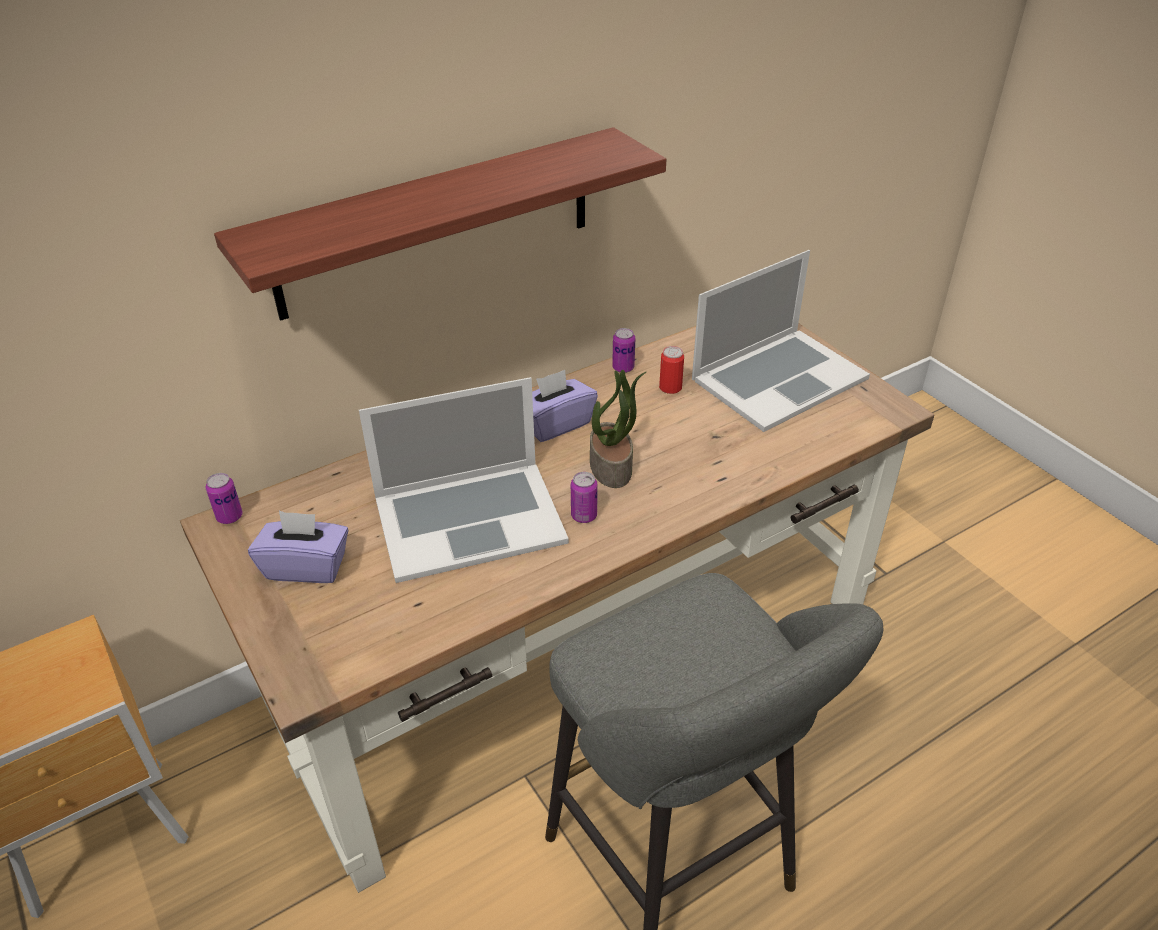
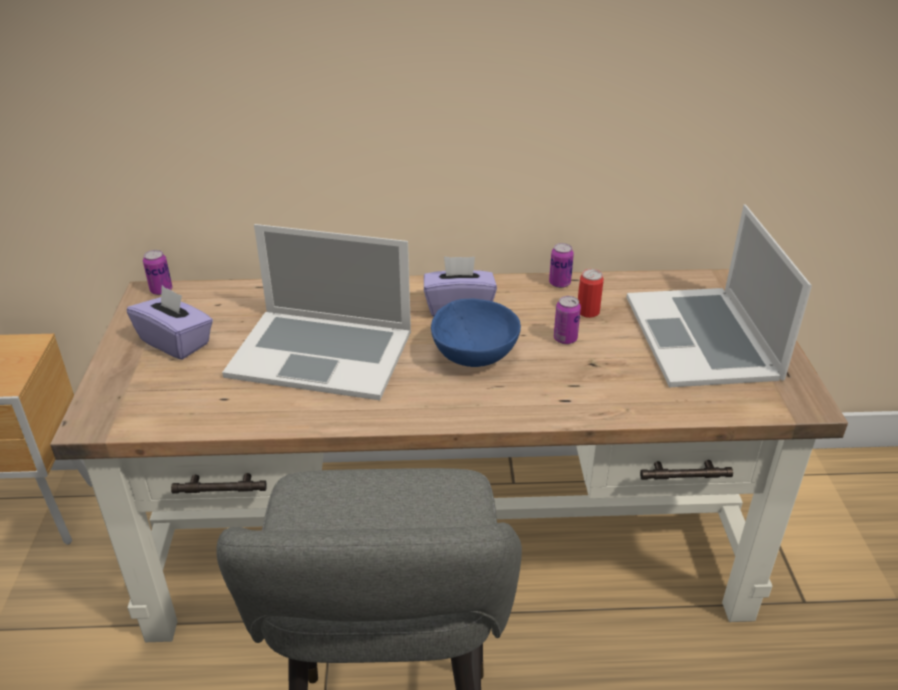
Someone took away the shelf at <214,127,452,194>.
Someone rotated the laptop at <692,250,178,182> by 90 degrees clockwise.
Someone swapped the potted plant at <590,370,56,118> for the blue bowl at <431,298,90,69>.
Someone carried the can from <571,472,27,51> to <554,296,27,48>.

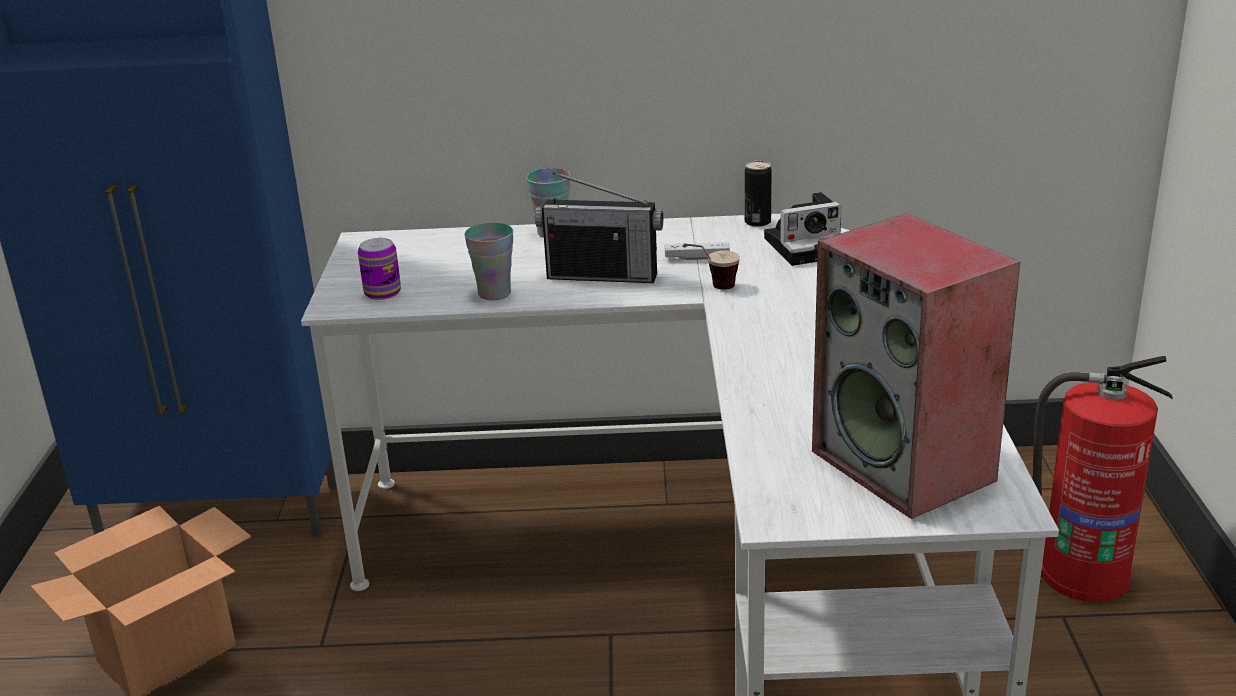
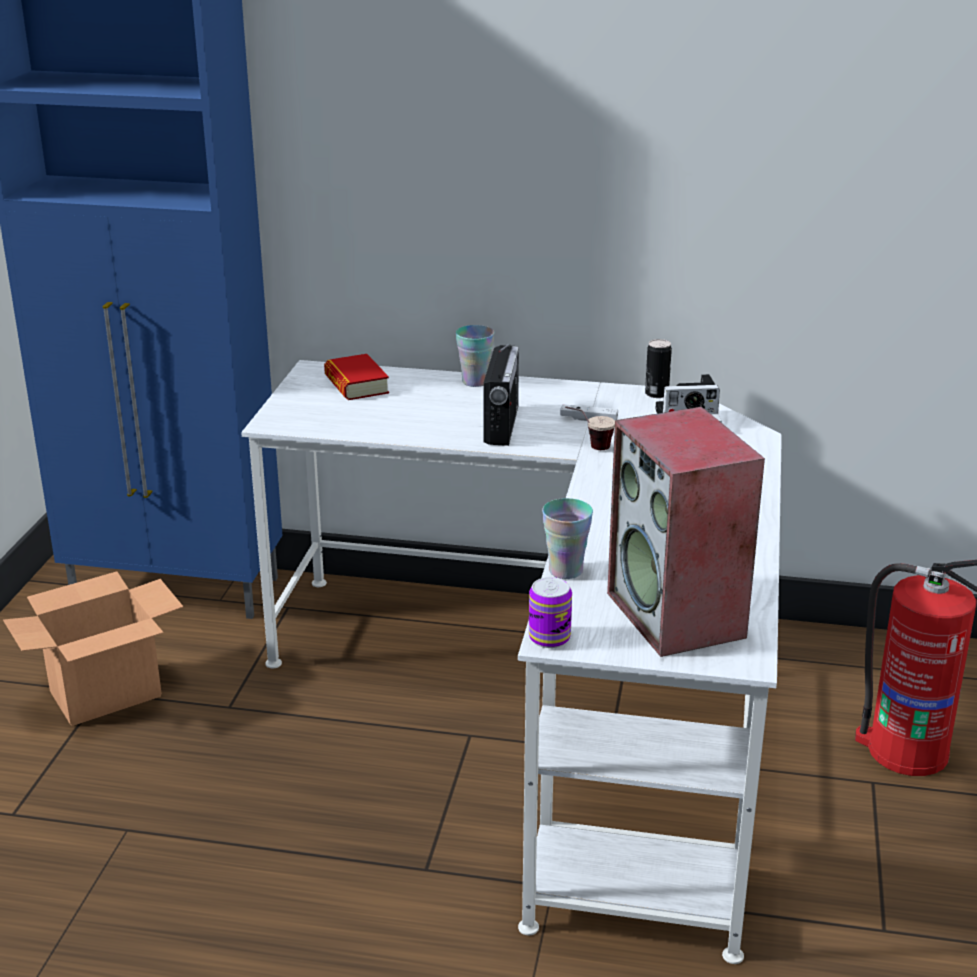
Someone rotated the radio at <535,172,128,111> by 105 degrees counterclockwise.
Someone carried the cup from <464,223,49,77> to <542,498,51,81>.
Someone carried the can from <358,238,43,62> to <529,577,43,71>.
Someone put down the book at <324,354,65,46>.

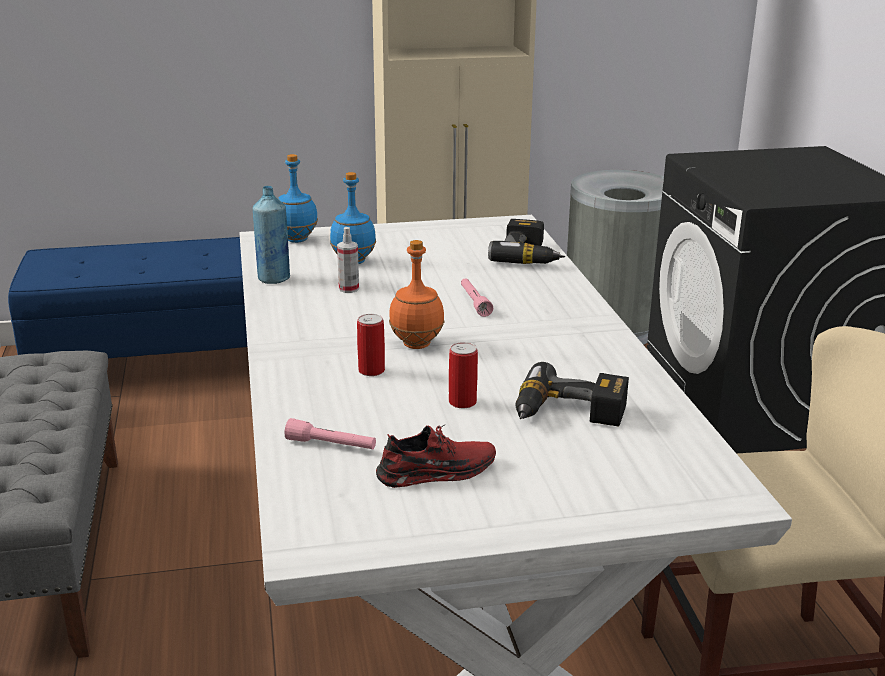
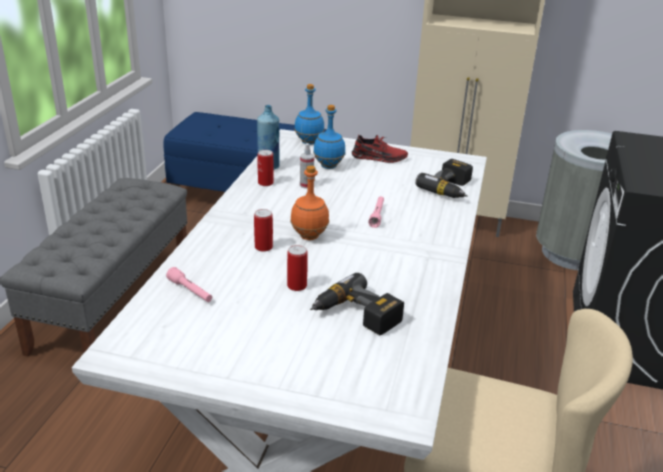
Someone carried the red shoe from <376,425,120,63> to <352,134,56,29>.
Someone put down the can at <258,150,16,36>.

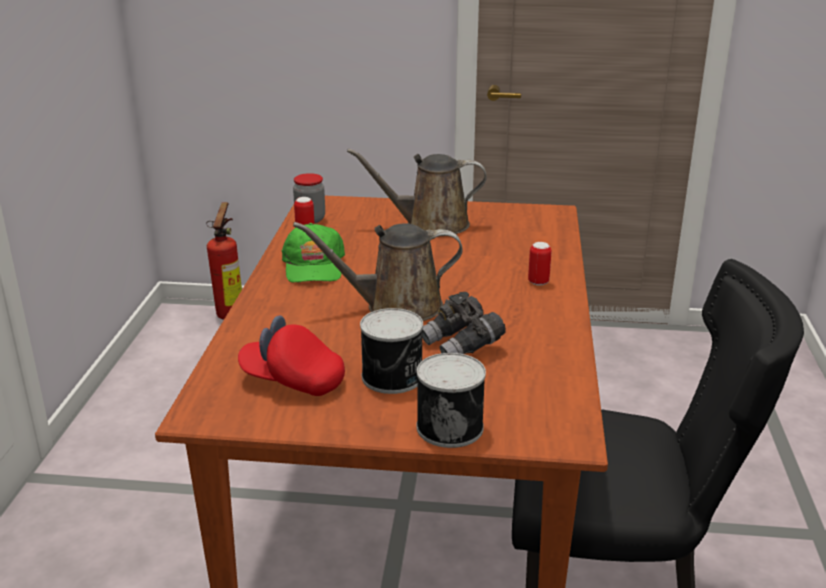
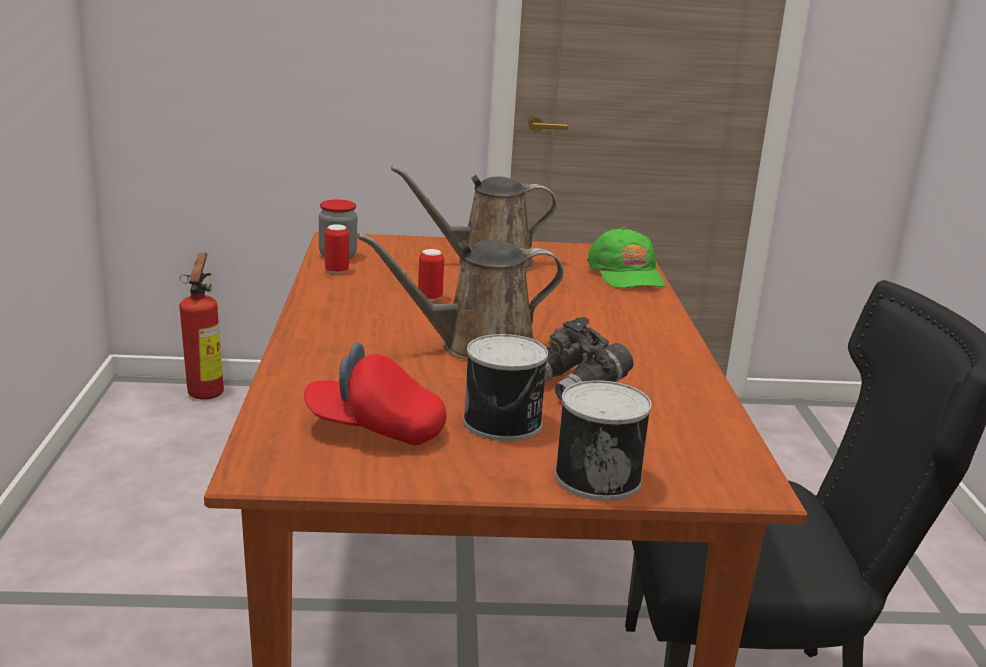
Someone carried the green cap from <281,223,64,60> to <587,227,78,61>.
Someone carried the can from <528,242,24,44> to <418,249,26,52>.

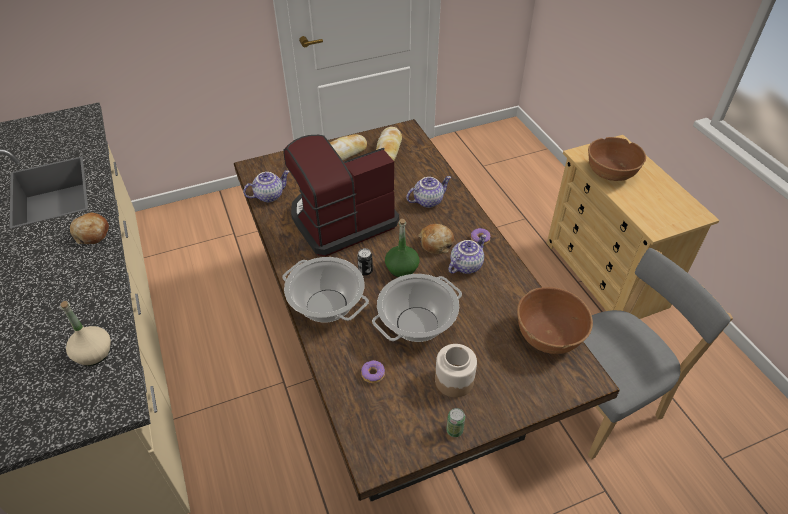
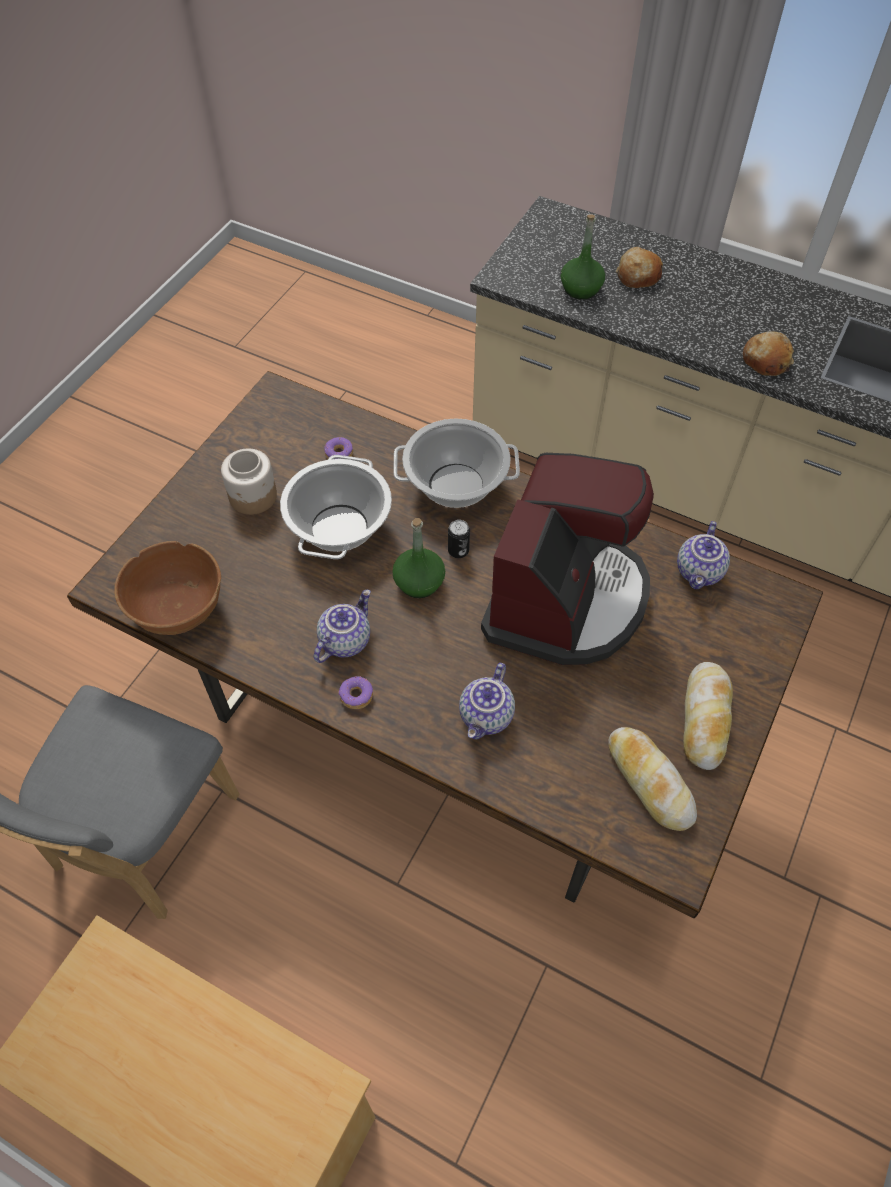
Someone took away the brown bowl at <588,137,58,44>.
Someone carried the bread from <418,224,36,30> to <616,247,47,41>.
Someone rotated the teapot at <448,234,39,40> by 150 degrees counterclockwise.
Someone repainted the beige bottle at <60,301,51,65>, which became the green bottle at <561,214,44,86>.
Someone took away the can at <446,408,19,29>.

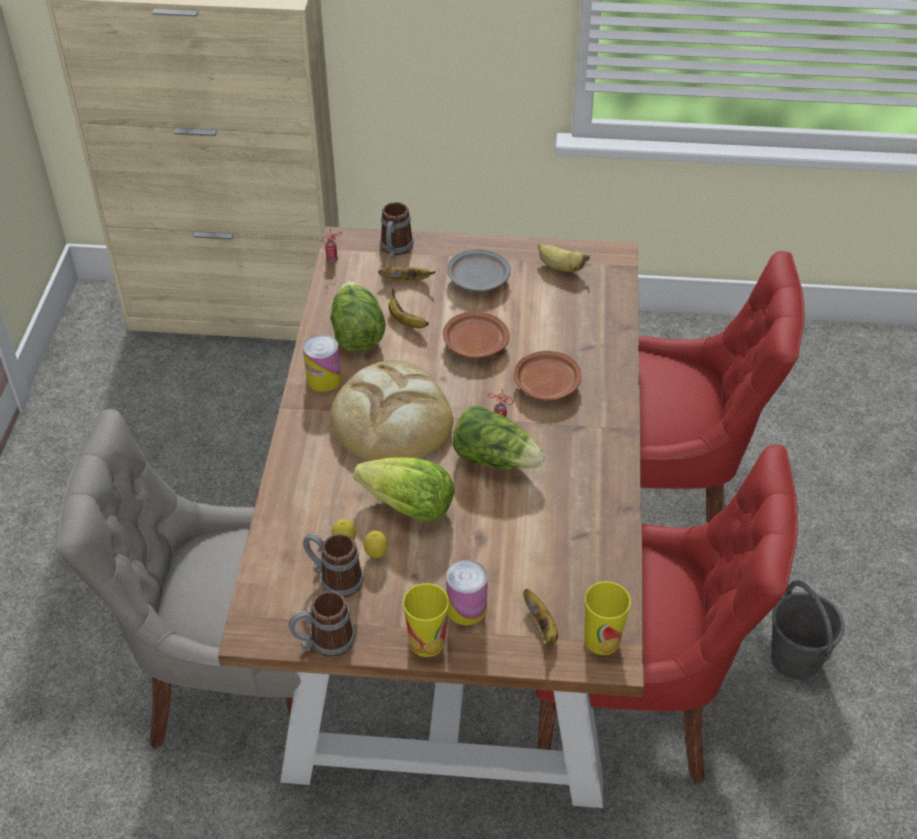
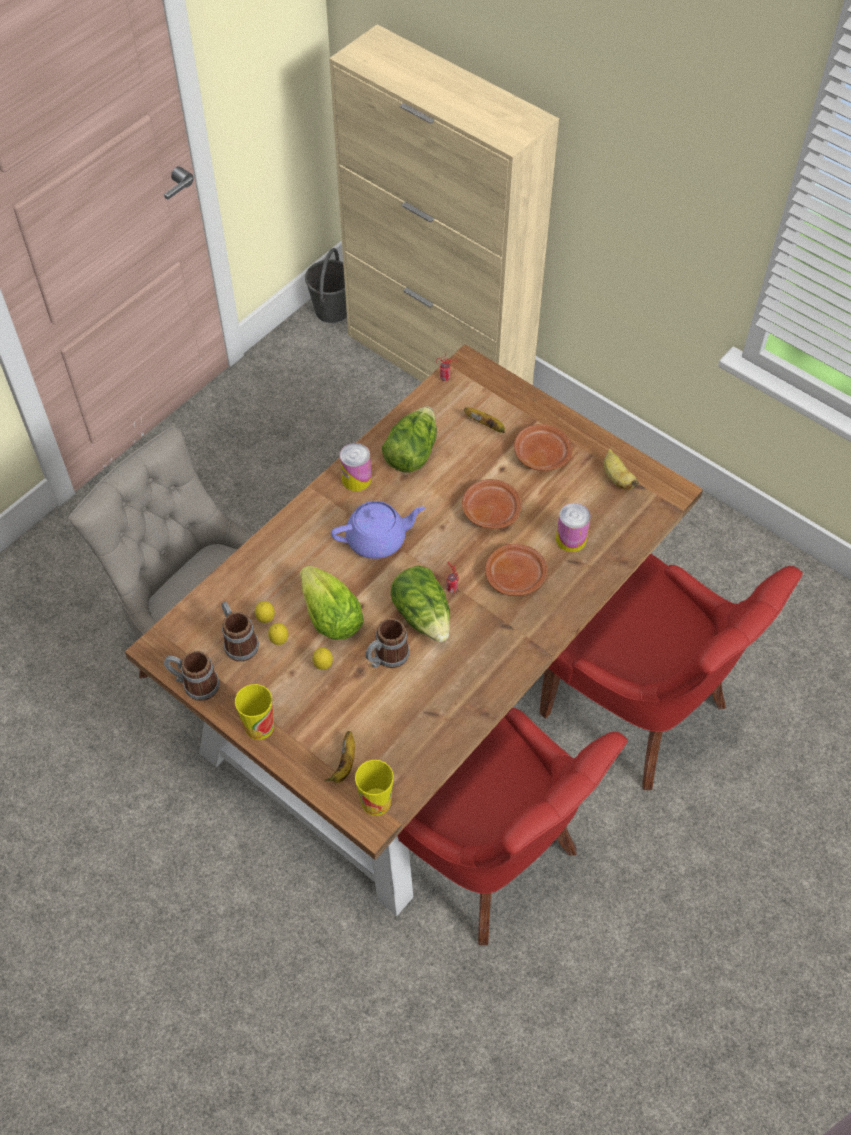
Someone carried the mug from <380,202,33,56> to <365,618,45,50>.
Someone repainted the grey plate at <447,249,64,43>, which became the brown plate at <514,424,59,47>.
Someone took away the banana at <389,289,40,39>.
Someone swapped the bread at <330,360,123,101> for the purple teapot at <331,501,94,58>.
Someone carried the can from <446,560,42,65> to <556,503,35,49>.
Someone carried the grey bucket from <771,580,74,100> to <305,248,42,75>.
Someone put down the lemon at <313,648,20,22>.

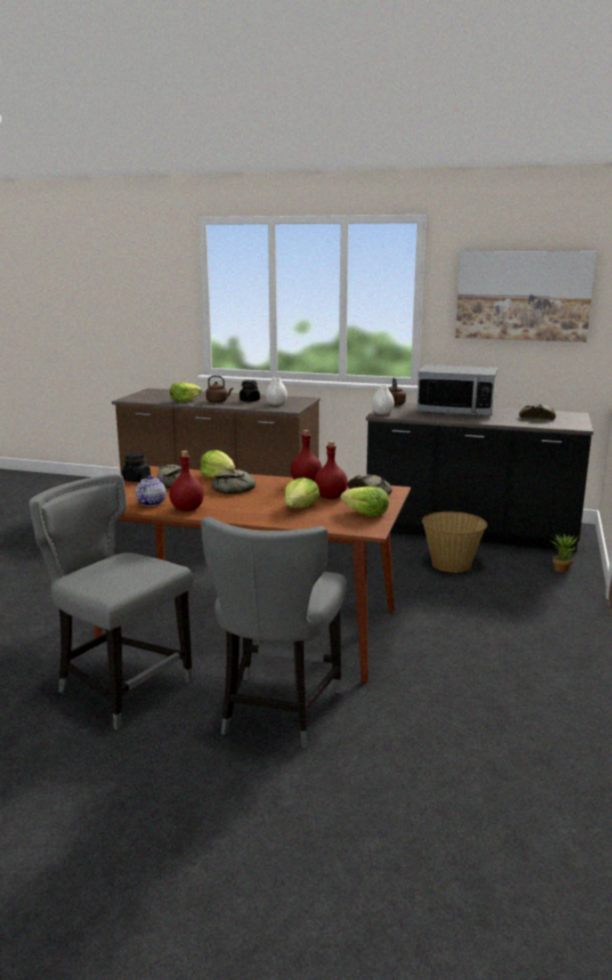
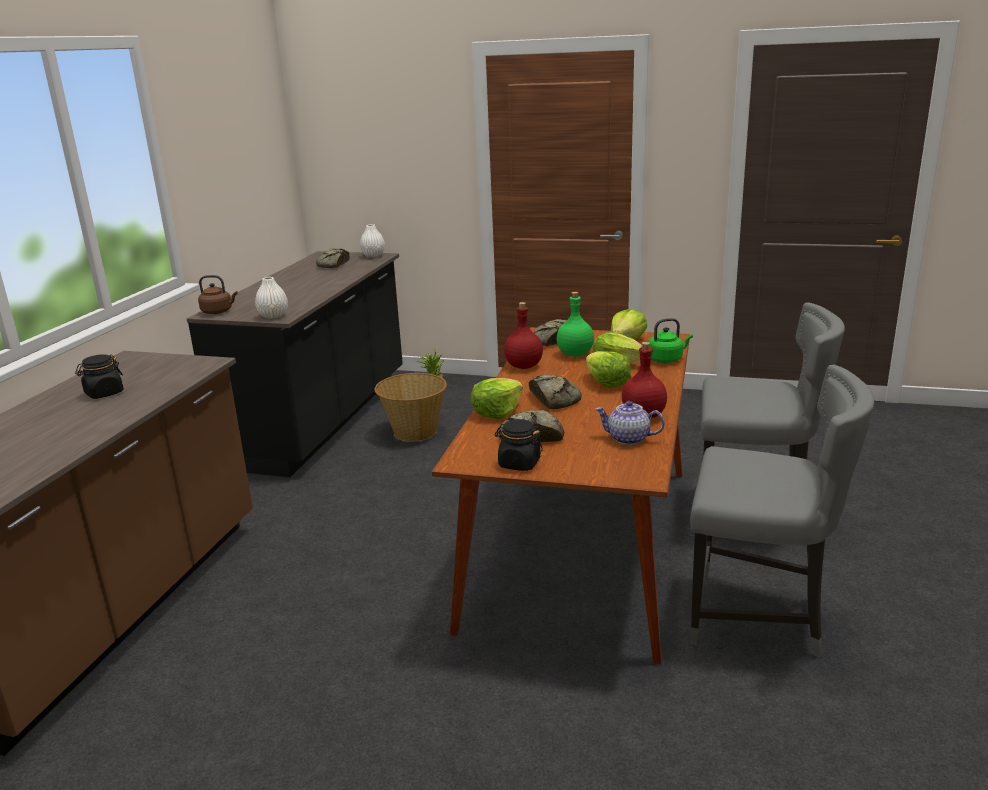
Someone took away the picture at <455,251,141,91>.
Someone took away the microwave at <417,365,81,51>.
Someone took away the brown kettle at <206,376,27,27>.
Someone carried the white vase from <266,377,21,28> to <360,224,25,34>.
Someone carried the lettuce from <170,382,32,20> to <586,351,45,37>.
Someone repainted the red bottle at <314,441,34,58>, which became the green bottle at <557,292,37,65>.
Someone rotated the grey chair at <29,474,164,256> by 105 degrees counterclockwise.
Someone put down the green kettle at <648,318,45,45>.

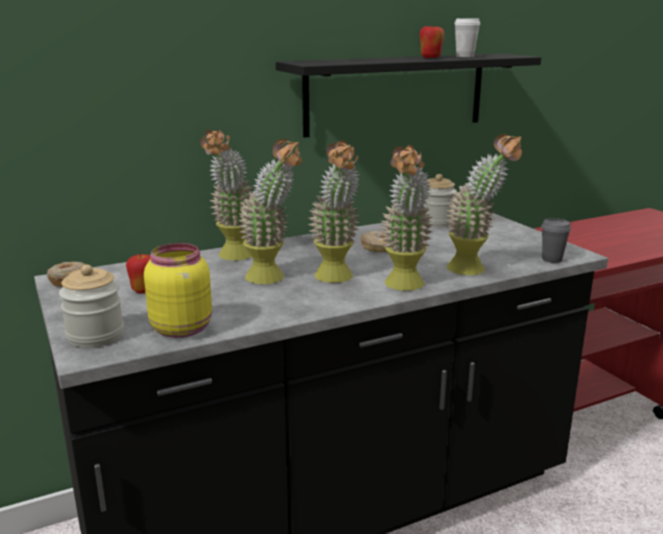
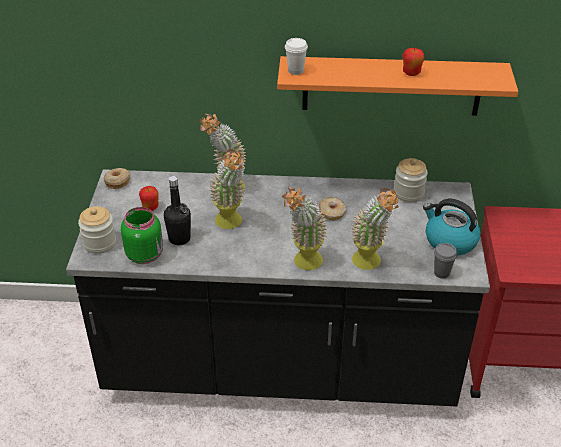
Someone carried the white cup from <454,18,26,39> to <285,38,23,37>.
Someone repainted the black shelf at <276,54,265,84>, which became the orange shelf at <277,56,241,60>.
Someone took away the potted plant at <308,140,52,143>.
Someone repainted the yellow jar at <144,243,68,95>, which became the green jar at <121,207,42,57>.
Someone put down the black bottle at <164,176,27,69>.
Someone put down the kettle at <423,199,57,57>.

